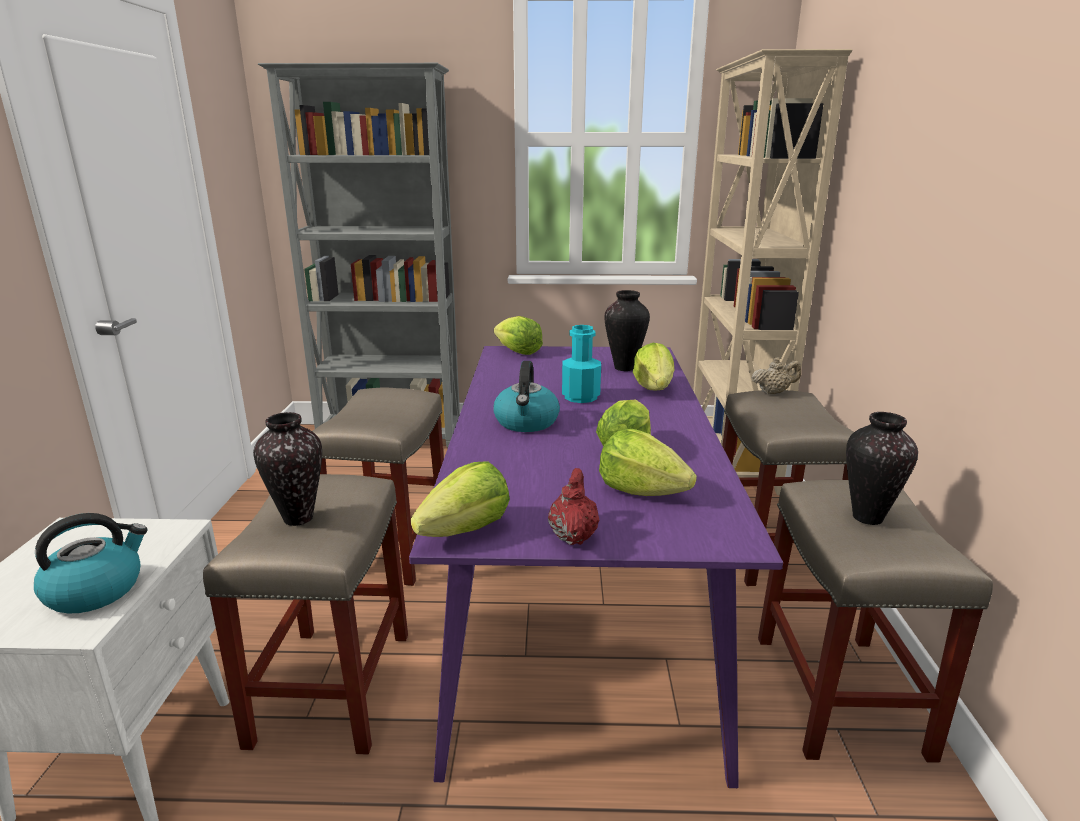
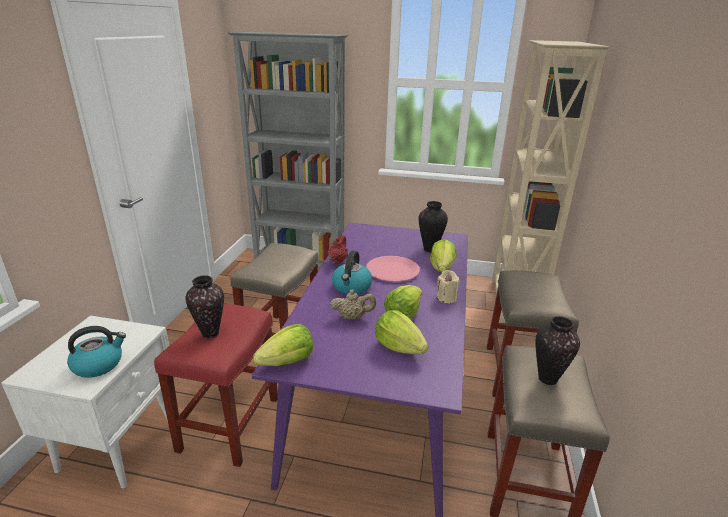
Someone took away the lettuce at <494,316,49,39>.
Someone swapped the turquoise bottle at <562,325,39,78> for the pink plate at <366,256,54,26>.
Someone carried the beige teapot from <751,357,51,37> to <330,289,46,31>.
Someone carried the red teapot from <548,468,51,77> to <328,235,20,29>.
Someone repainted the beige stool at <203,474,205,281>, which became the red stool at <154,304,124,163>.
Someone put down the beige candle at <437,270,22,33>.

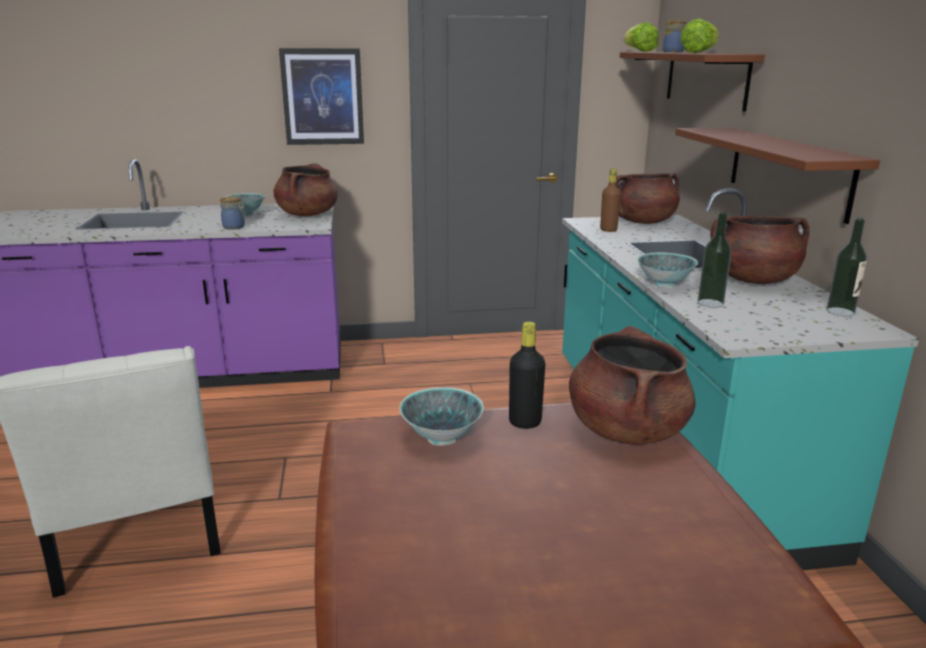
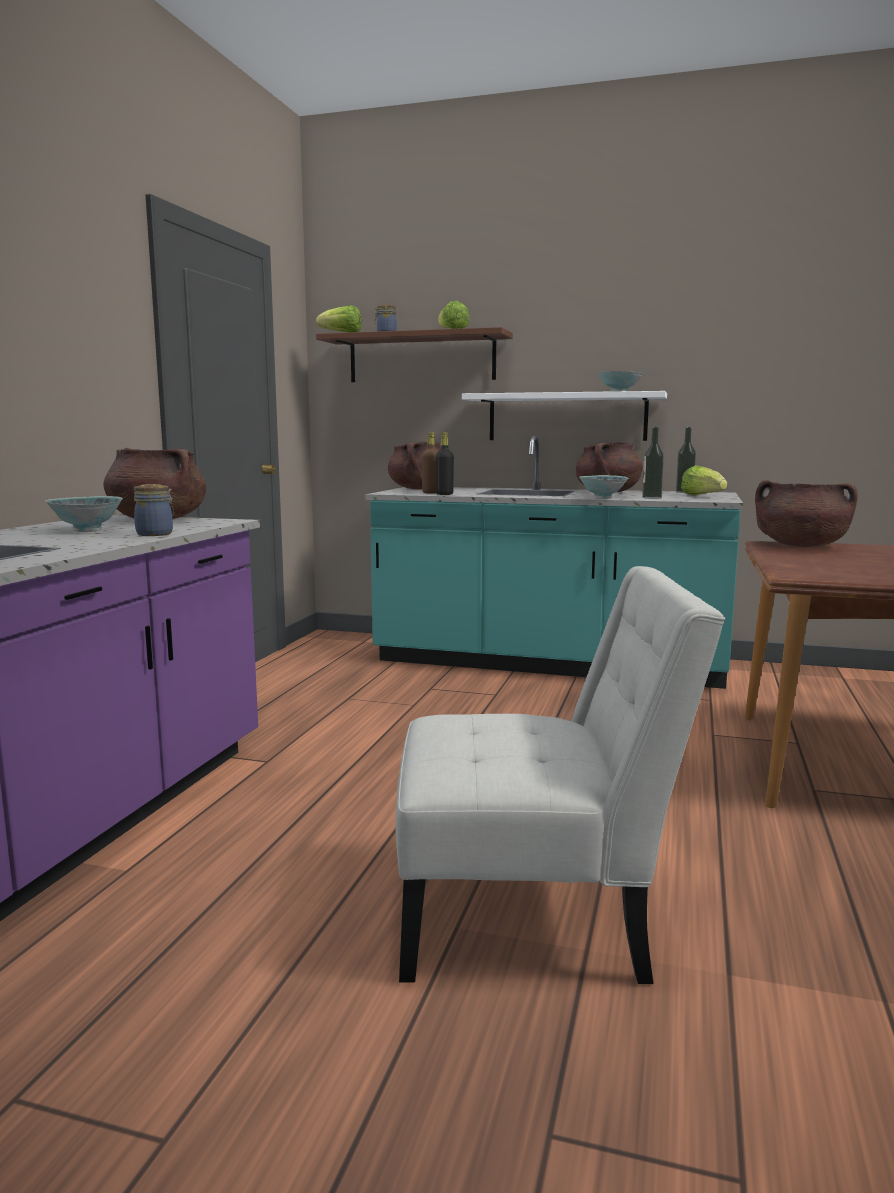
Someone took away the picture at <279,48,85,97>.
Someone repainted the brown shelf at <675,127,205,97>, which became the white shelf at <462,391,205,50>.
Someone carried the black bottle from <509,322,36,107> to <436,432,18,63>.
Someone carried the bowl from <399,387,85,59> to <598,371,45,21>.
Someone put down the lettuce at <681,465,46,31>.

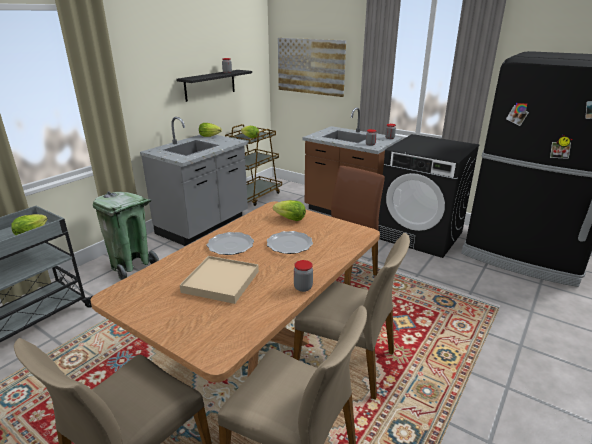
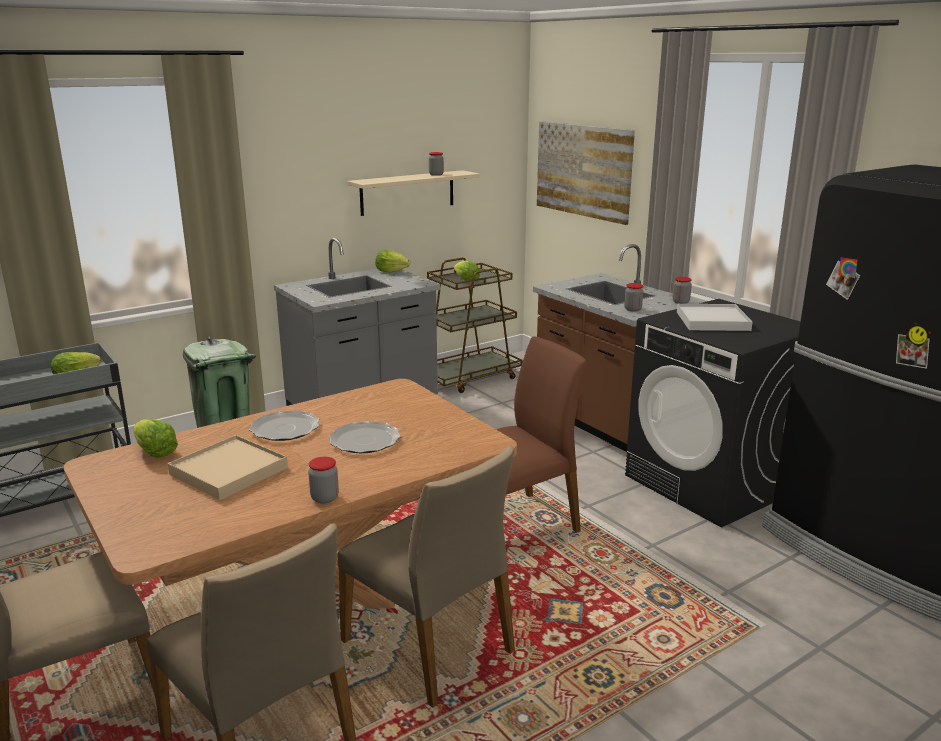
Someone repainted the black shelf at <176,70,76,32>, which became the beige shelf at <347,170,133,46>.
Someone carried the lettuce from <273,200,33,21> to <133,419,45,39>.
Someone put down the white tray at <677,304,75,27>.

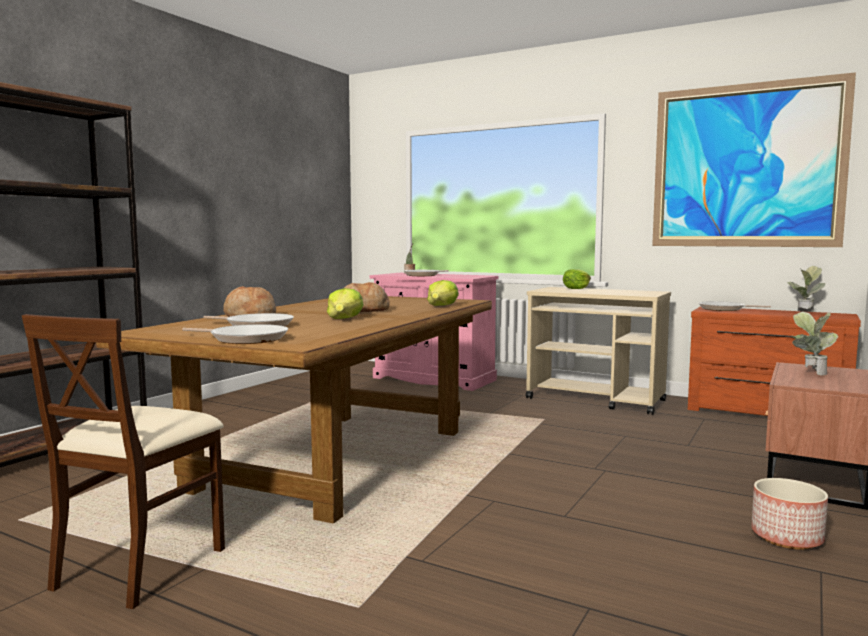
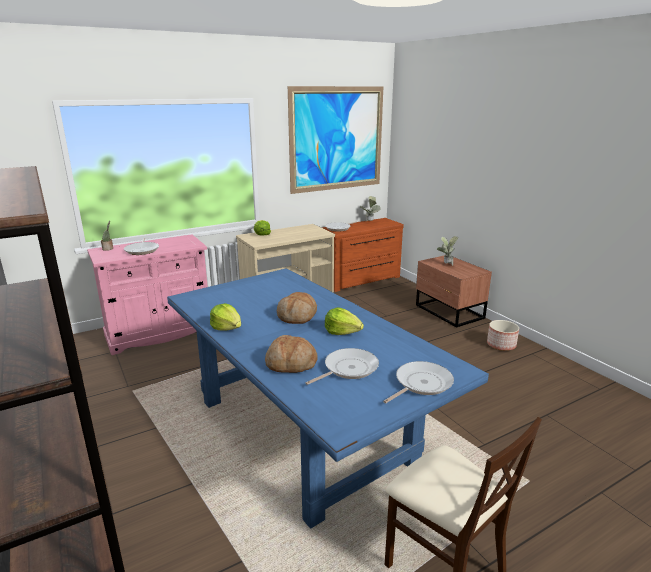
Someone carried the lettuce from <427,280,32,26> to <210,303,31,28>.
Someone repainted the brown dining table at <96,296,396,227>, which became the blue dining table at <167,268,322,261>.

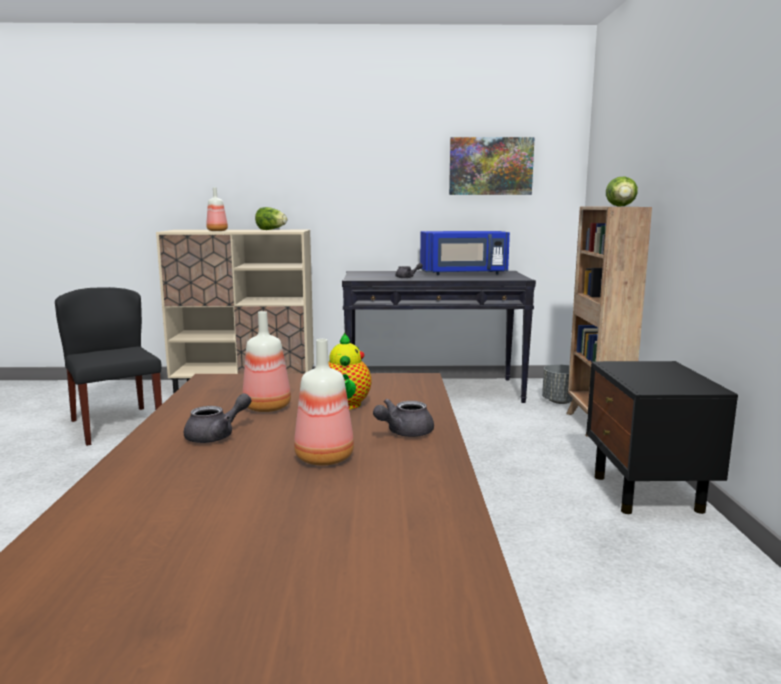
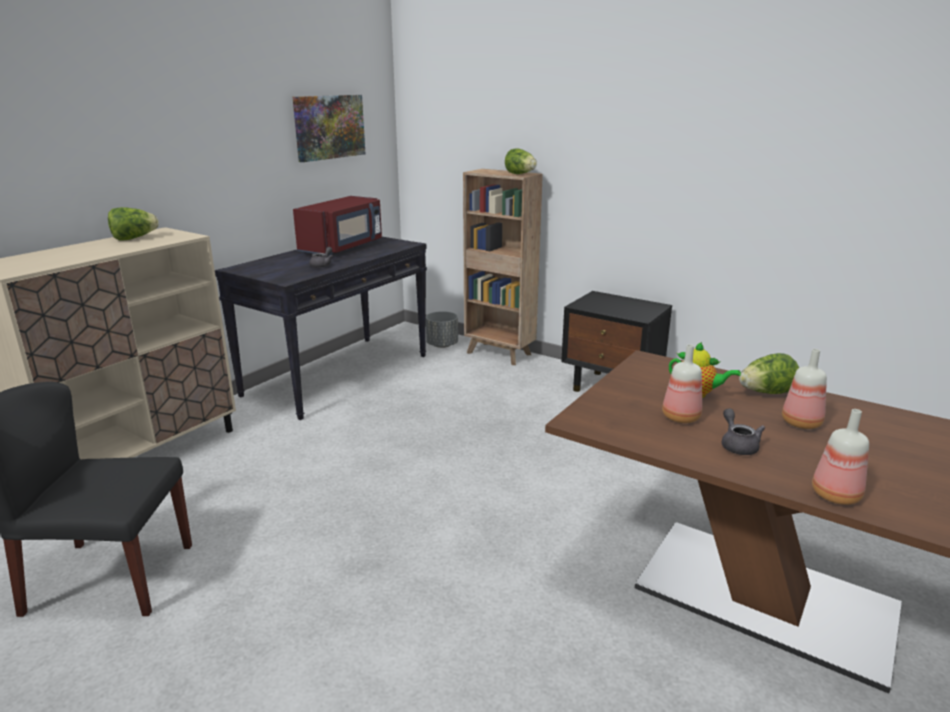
Someone carried the bottle from <206,187,22,44> to <812,409,57,96>.
Someone repainted the blue microwave at <420,231,90,44>, which became the red microwave at <293,196,89,59>.
Someone swapped the grey teapot at <373,399,61,38> for the lettuce at <739,353,60,41>.

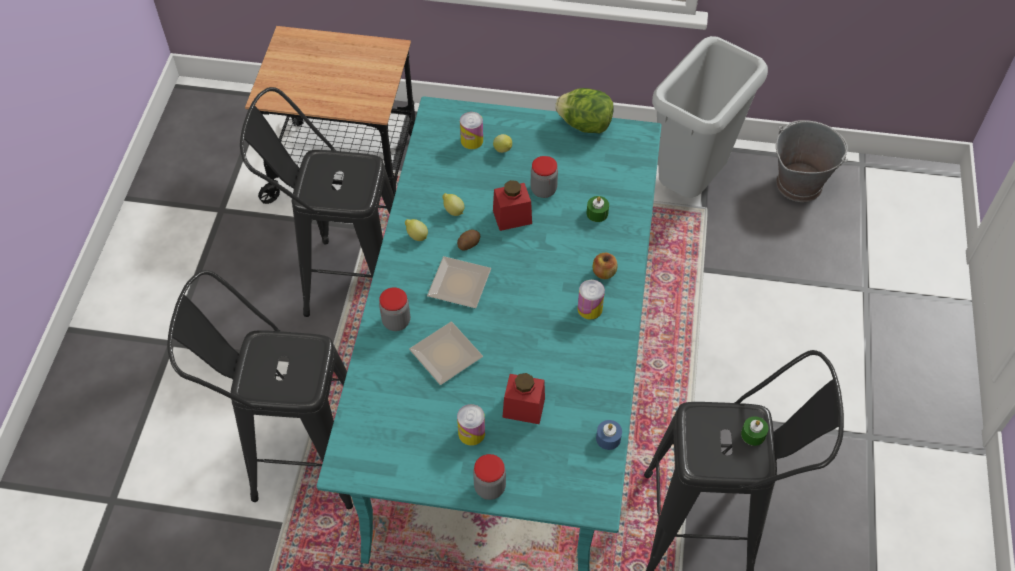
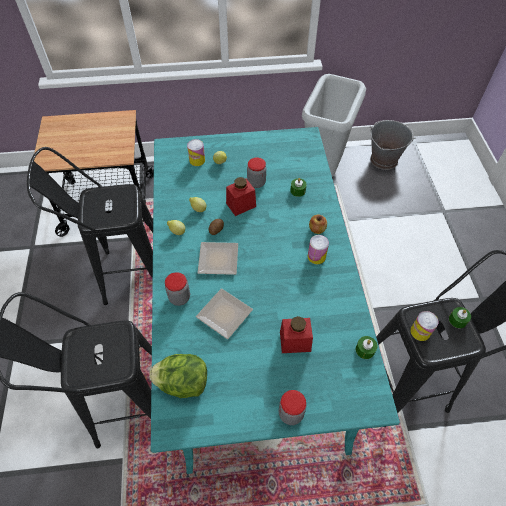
Someone carried the lettuce from <555,88,59,46> to <149,354,58,44>.
Someone carried the can from <457,404,28,42> to <411,311,27,30>.
Someone repainted the blue candle at <596,420,26,30>, which became the green candle at <356,336,21,23>.

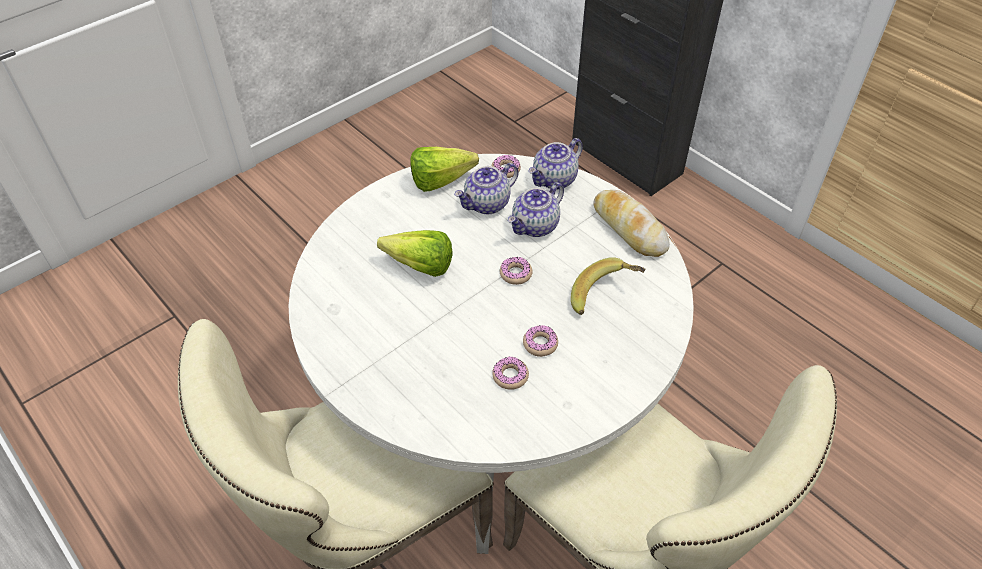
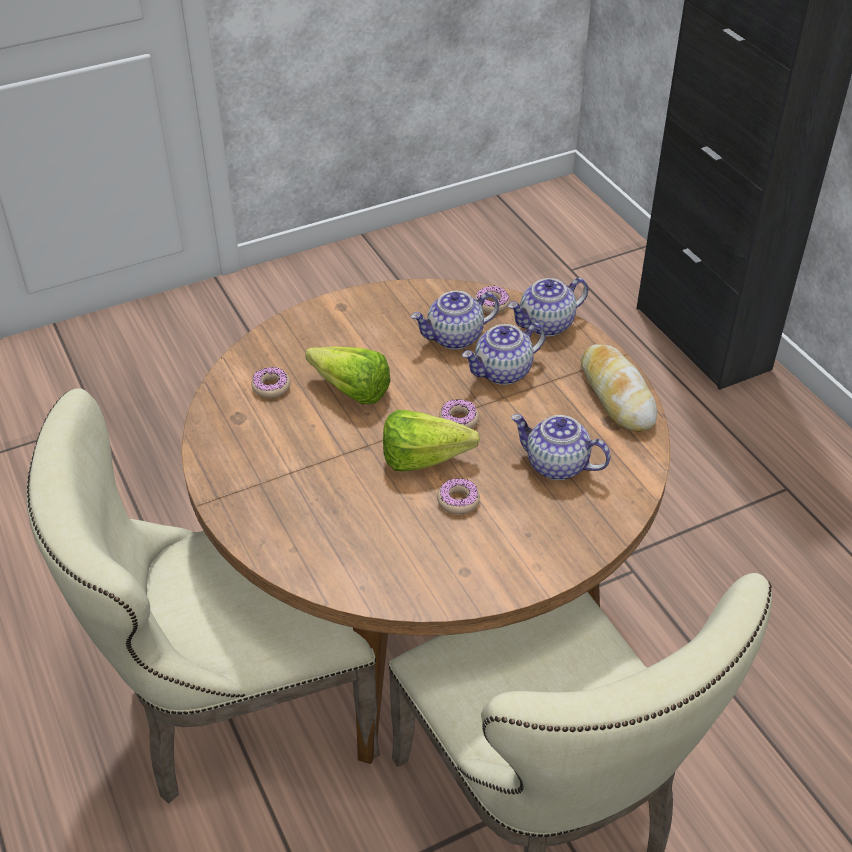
Someone carried the lettuce from <410,147,69,45> to <383,410,97,62>.
Someone repainted the white dining table at <289,154,405,400>, which became the brown dining table at <182,279,488,485>.
Someone swapped the banana at <571,257,74,58> for the teapot at <511,414,100,66>.
Someone carried the donut from <492,357,37,33> to <251,367,40,31>.

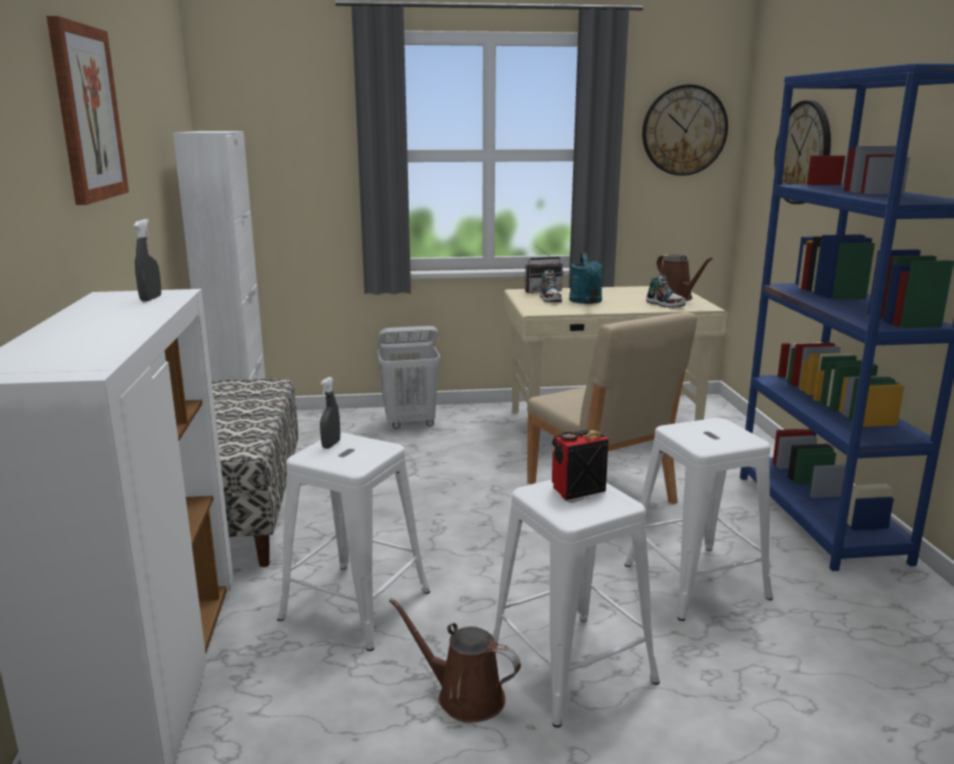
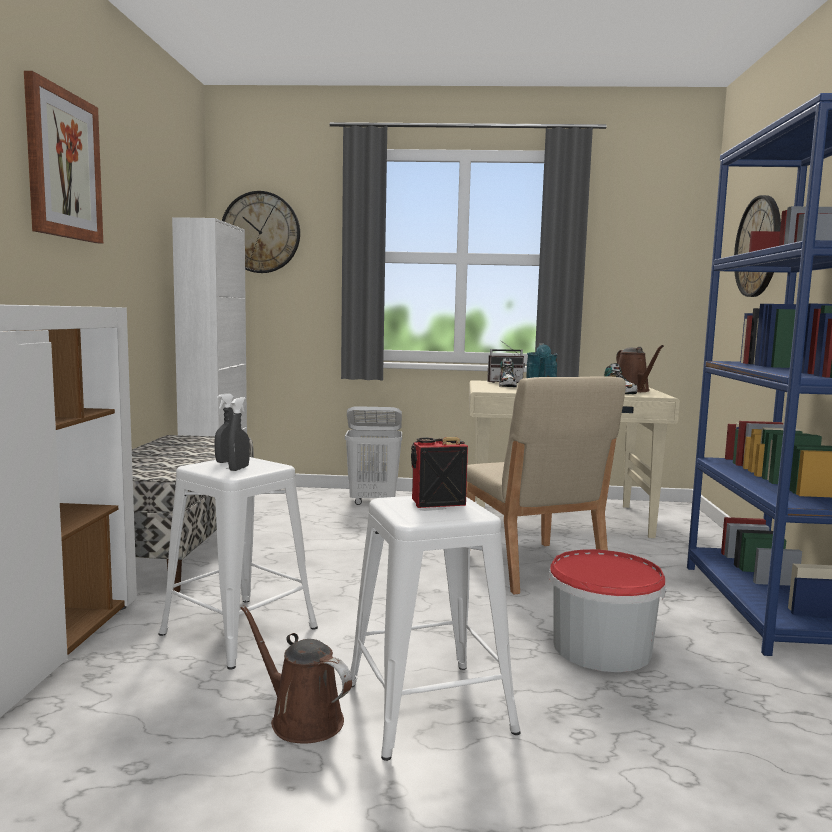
Someone carried the wall clock from <642,84,86,92> to <222,191,78,82>.
Someone carried the grey spray bottle from <134,219,27,82> to <228,397,22,74>.
Someone swapped the white stool at <625,418,148,203> for the bucket at <549,549,117,123>.

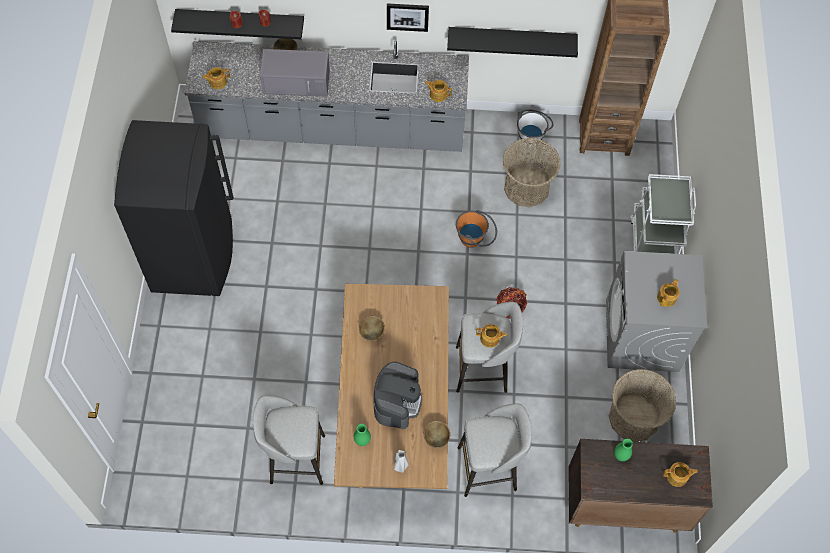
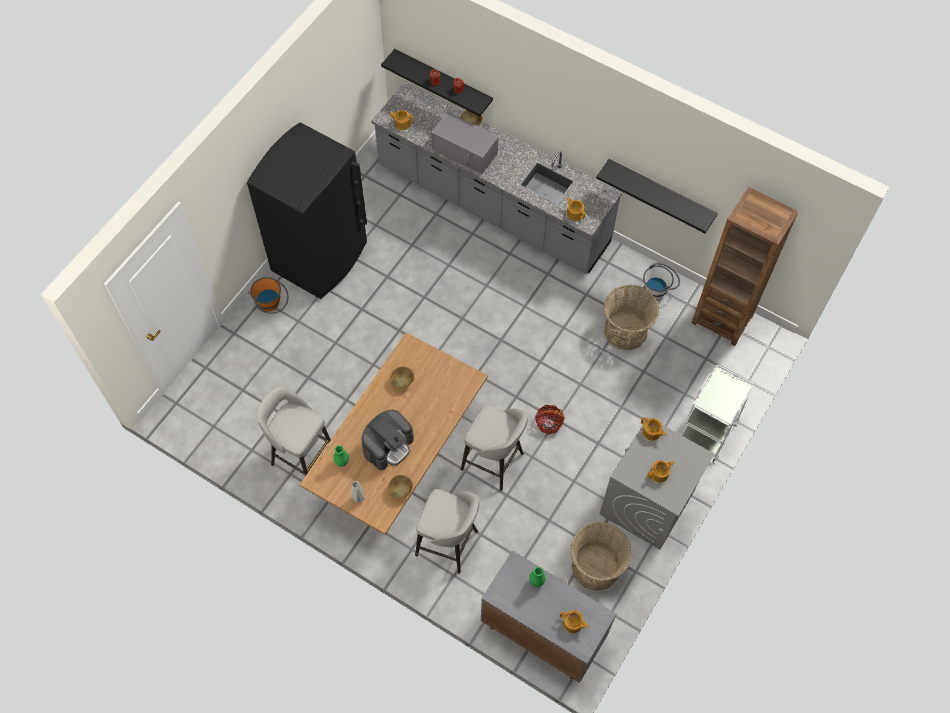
Someone took away the picture at <387,3,42,29>.
Someone carried the orange bucket from <456,210,41,38> to <250,277,39,37>.
Someone carried the teapot from <476,324,31,24> to <641,417,25,24>.
Someone repainted the brown cabinet at <569,439,144,94>, which became the grey cabinet at <481,551,135,132>.

